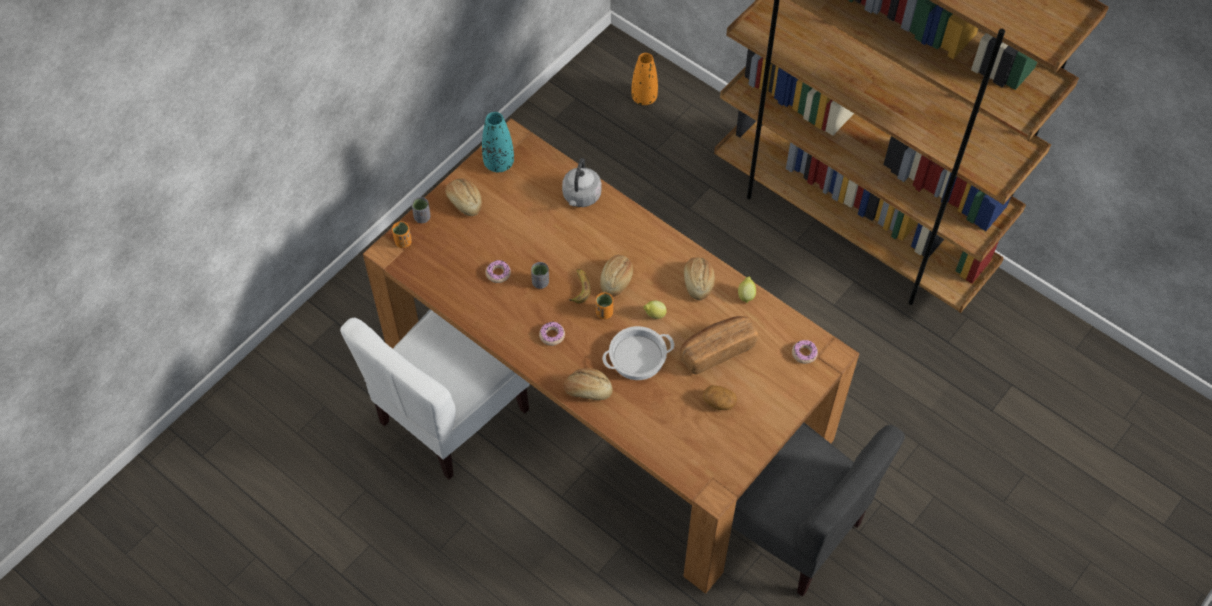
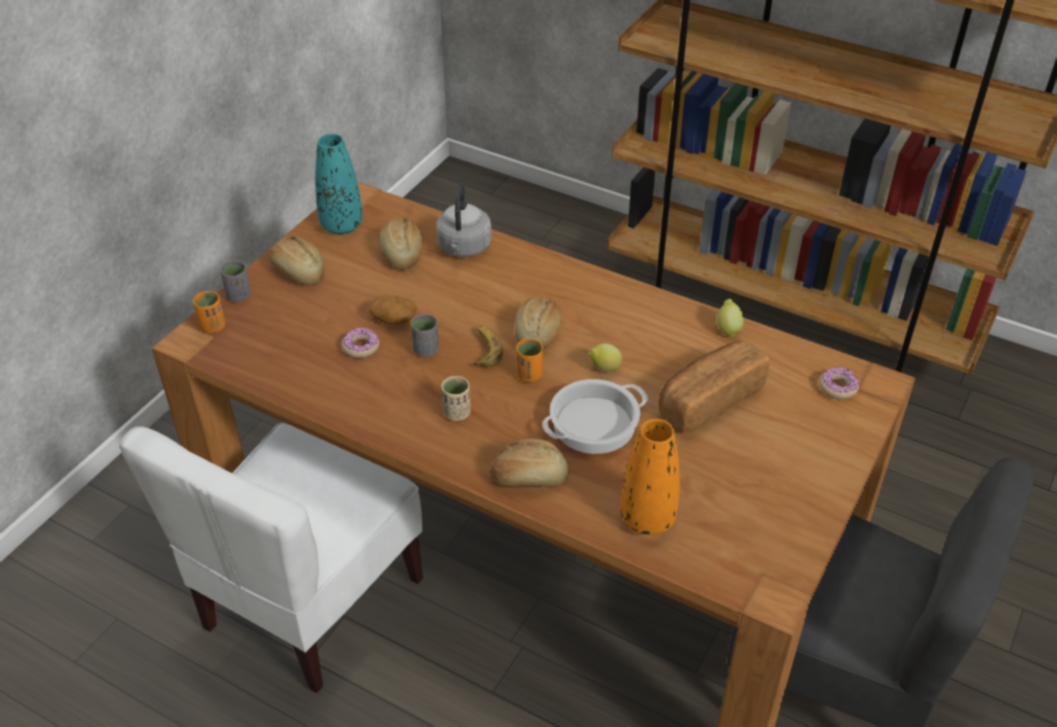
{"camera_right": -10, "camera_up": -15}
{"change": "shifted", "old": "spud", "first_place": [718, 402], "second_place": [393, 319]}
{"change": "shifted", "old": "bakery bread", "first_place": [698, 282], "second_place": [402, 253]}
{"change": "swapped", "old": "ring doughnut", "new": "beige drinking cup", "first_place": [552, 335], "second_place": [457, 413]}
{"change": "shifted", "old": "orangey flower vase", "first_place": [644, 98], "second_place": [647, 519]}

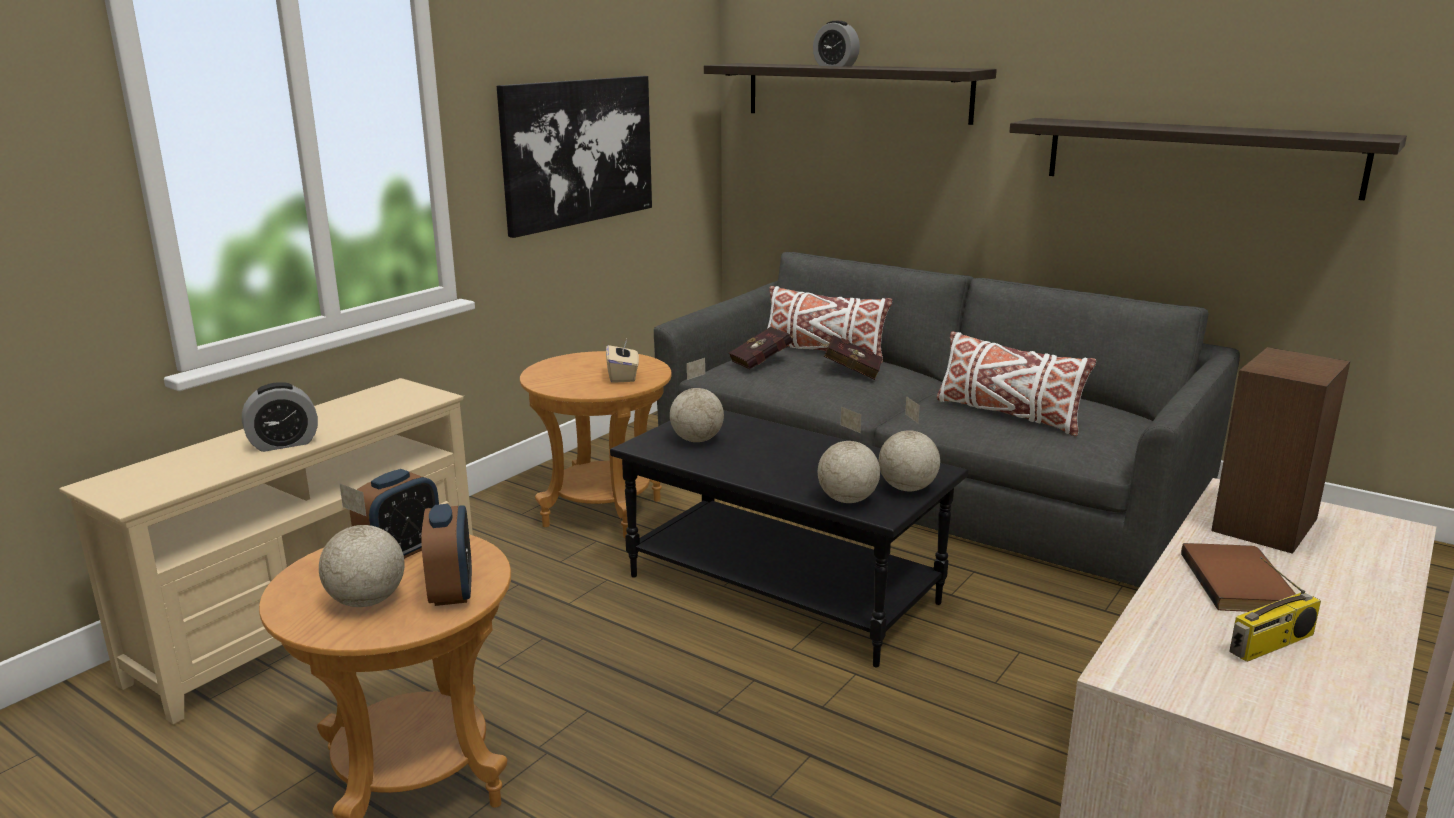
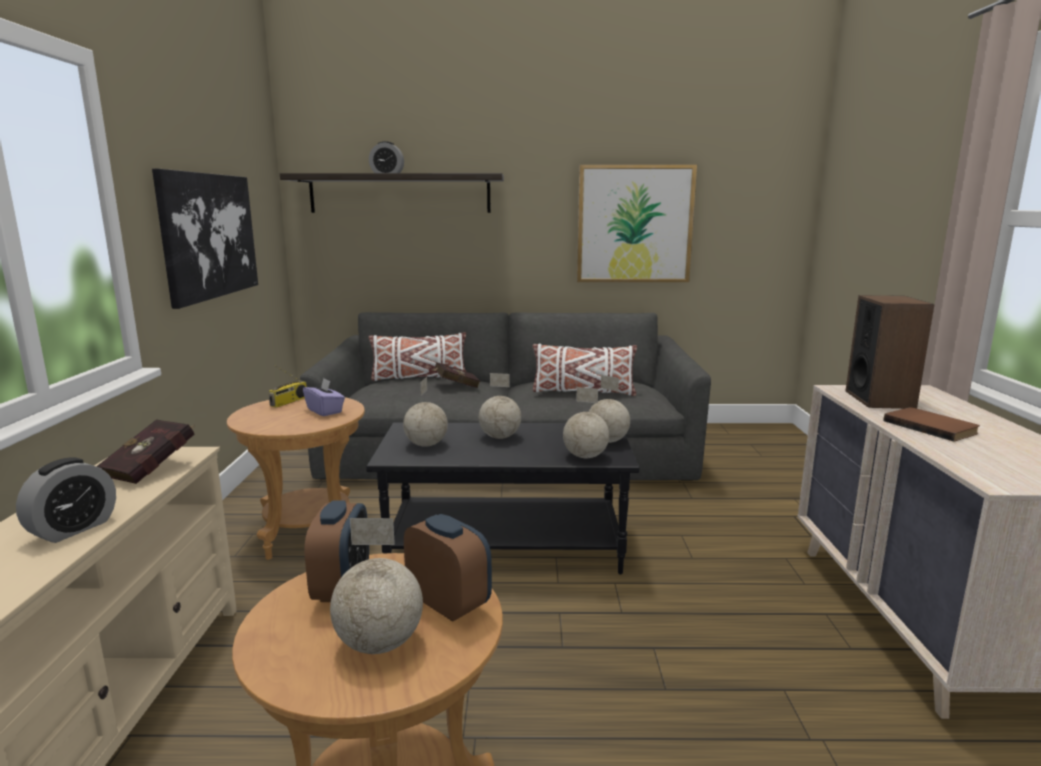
{"camera_right": -35, "camera_up": -5}
{"change": "shifted", "old": "red volume", "first_place": [763, 362], "second_place": [154, 469]}
{"change": "shifted", "old": "radio receiver", "first_place": [1271, 645], "second_place": [289, 402]}
{"change": "repainted", "old": "beige box of tissues", "new": "purplish box of tissues", "first_place": [623, 376], "second_place": [325, 411]}
{"change": "new", "new": "globe", "second_place": [499, 437]}
{"change": "swapped", "old": "shelf", "new": "wall art", "first_place": [1199, 156], "second_place": [634, 224]}

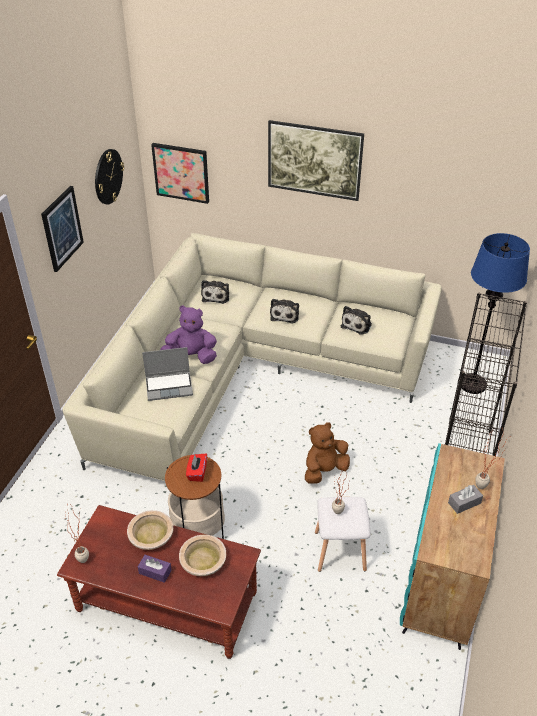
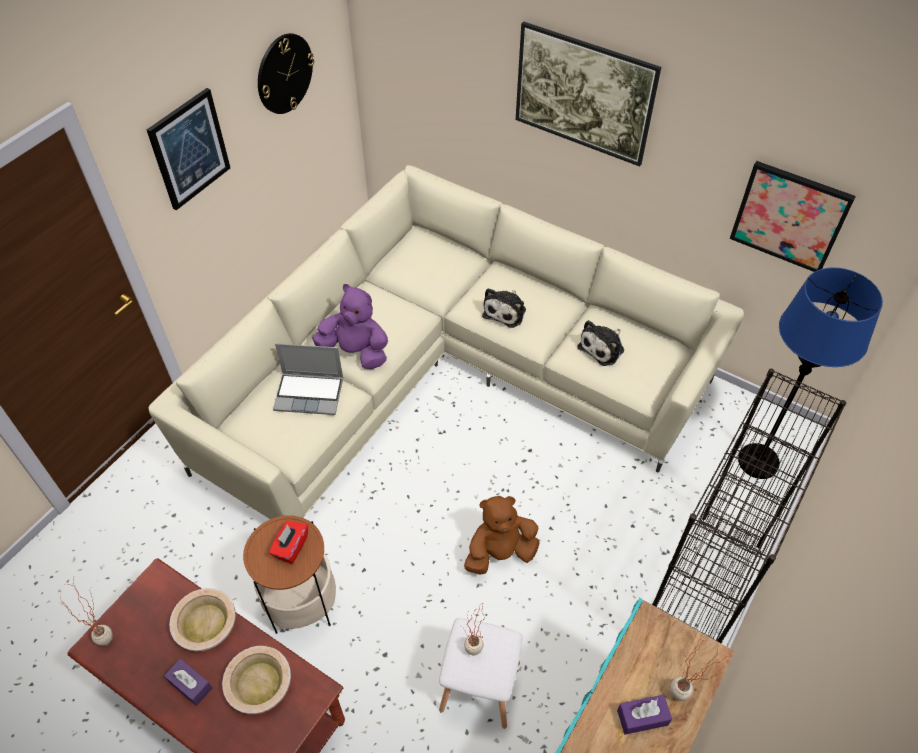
{"camera_right": 15, "camera_up": 10}
{"change": "repainted", "old": "greyish box of tissues", "new": "purplish box of tissues", "first_place": [464, 503], "second_place": [642, 717]}
{"change": "shifted", "old": "wall art", "first_place": [181, 172], "second_place": [789, 216]}
{"change": "gone", "old": "plush toy", "first_place": [216, 296]}

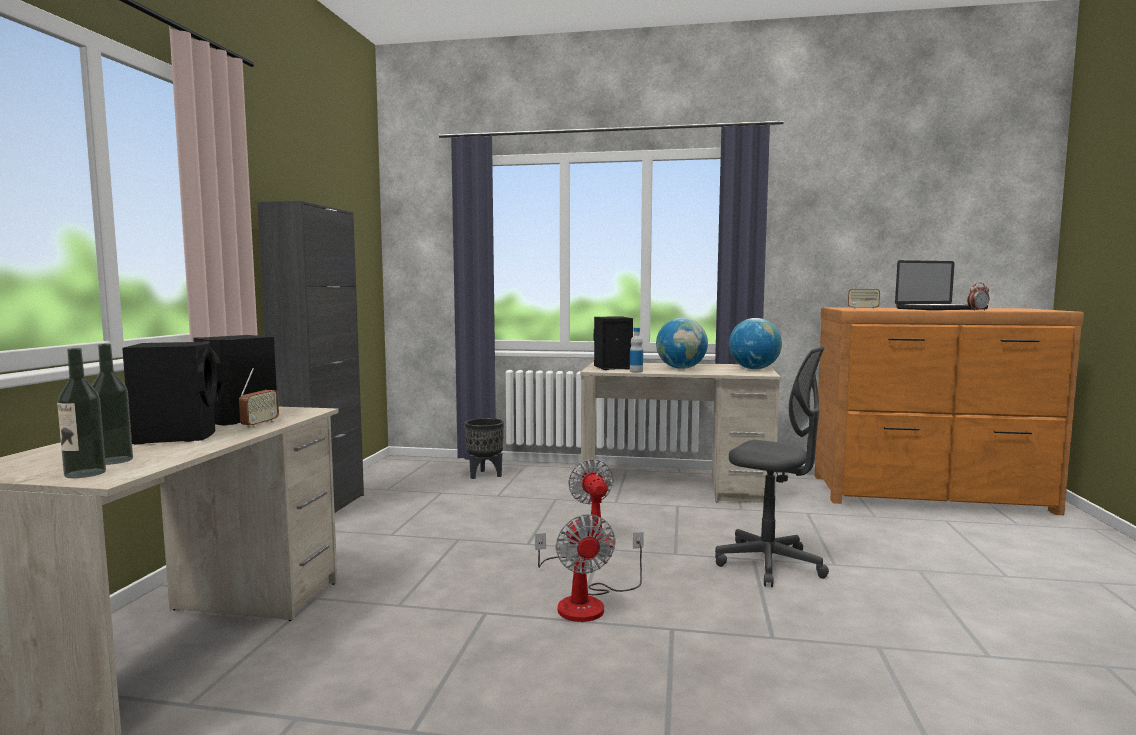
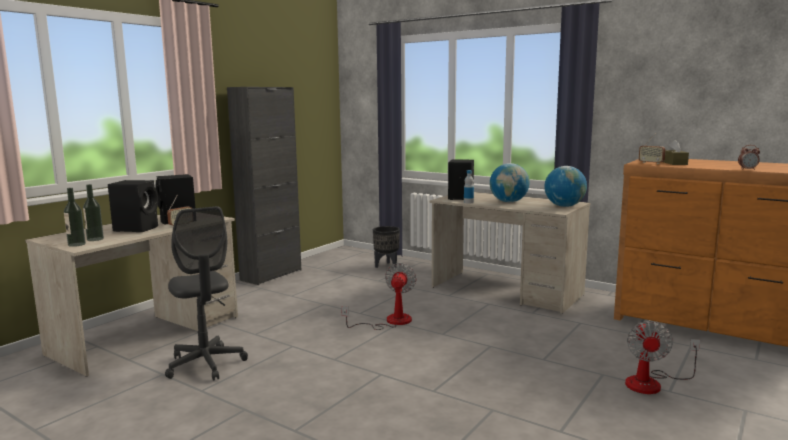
{"camera_right": 25, "camera_up": 5}
{"change": "shifted", "old": "greyish office chair", "first_place": [770, 565], "second_place": [206, 364]}
{"change": "shifted", "old": "electric fan", "first_place": [592, 603], "second_place": [652, 383]}
{"change": "new", "new": "brown-coloured box of tissues", "second_place": [674, 163]}
{"change": "gone", "old": "laptop", "first_place": [940, 309]}

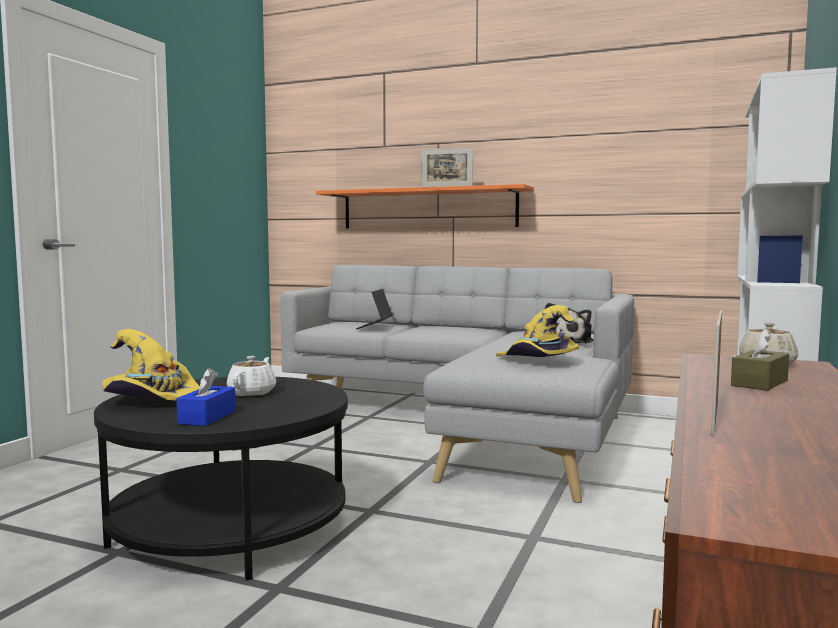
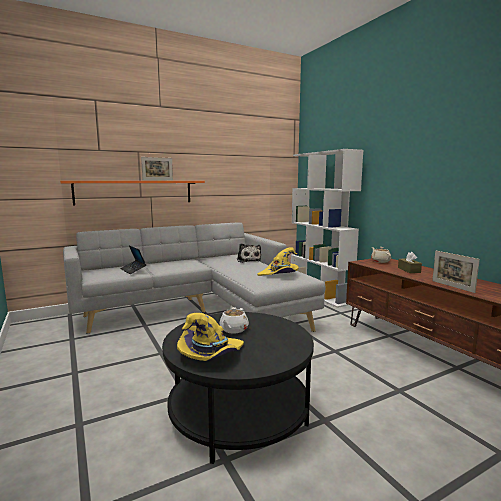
{"camera_right": -50, "camera_up": 5}
{"change": "rotated", "old": "white teapot", "first_place": [252, 393], "second_place": [233, 330], "degrees": -120}
{"change": "gone", "old": "blue box of tissues", "first_place": [207, 417]}

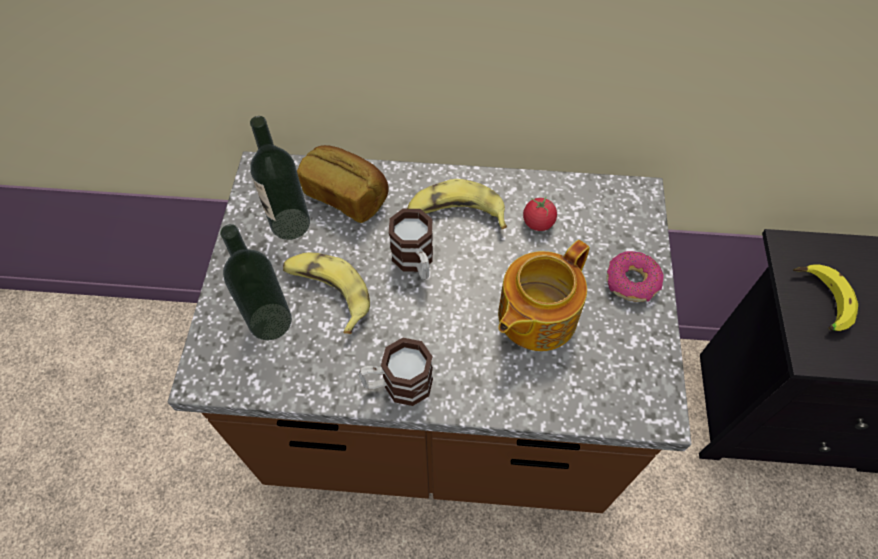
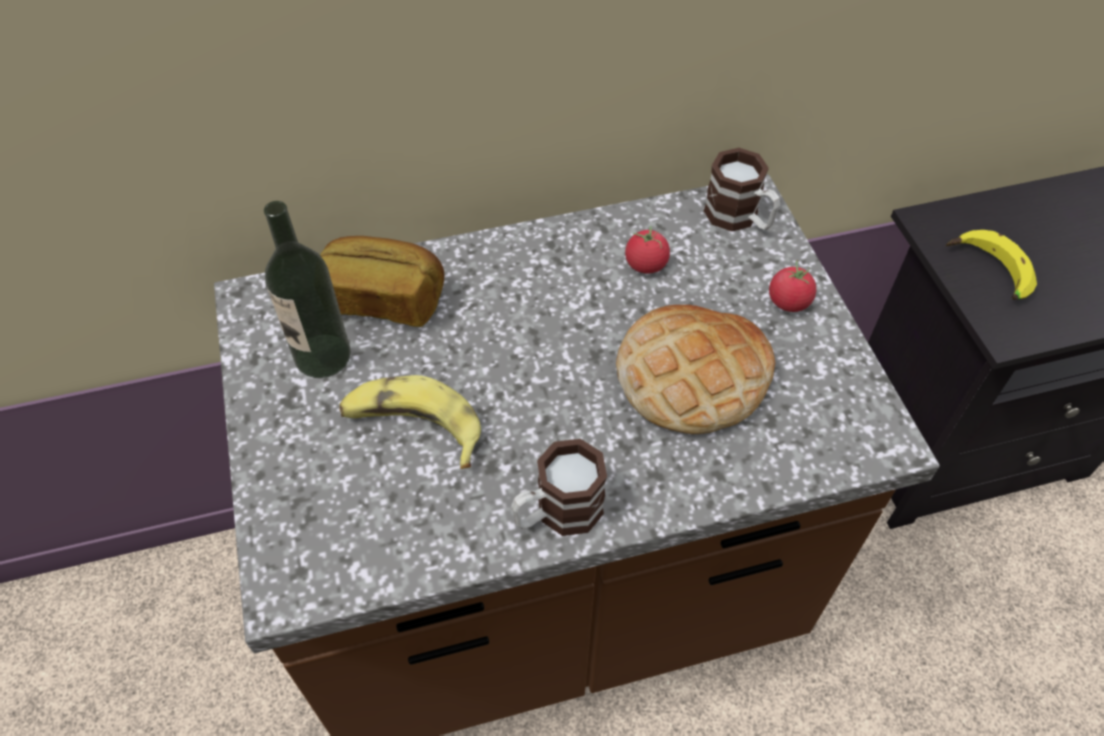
{"camera_right": -20, "camera_up": -5}
{"change": "swapped", "old": "teapot", "new": "bakery bread", "first_place": [535, 316], "second_place": [692, 376]}
{"change": "shifted", "old": "coffee mug", "first_place": [415, 262], "second_place": [739, 218]}
{"change": "swapped", "old": "ring doughnut", "new": "fresh tomato", "first_place": [632, 282], "second_place": [788, 301]}
{"change": "gone", "old": "drink bottle", "first_place": [270, 321]}
{"change": "gone", "old": "banana", "first_place": [455, 213]}

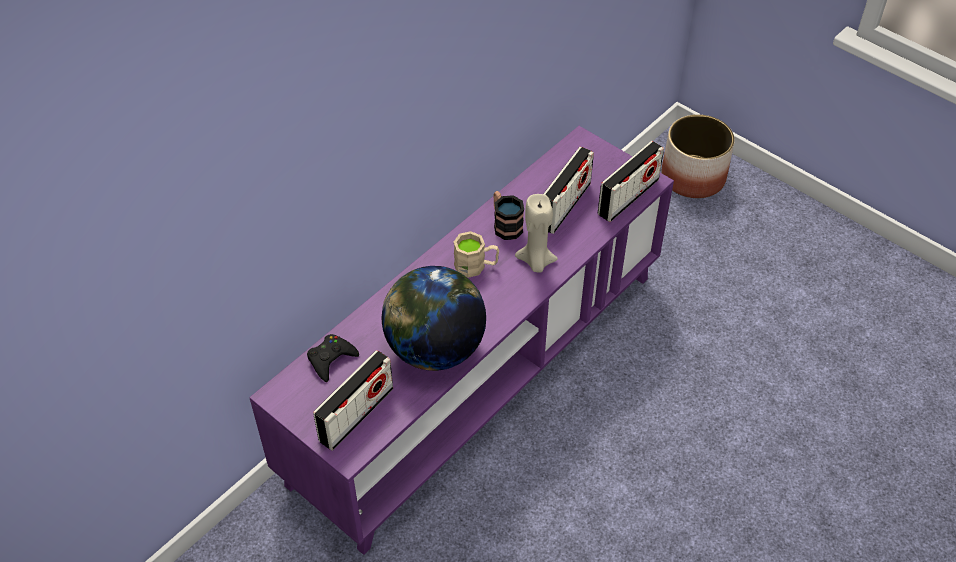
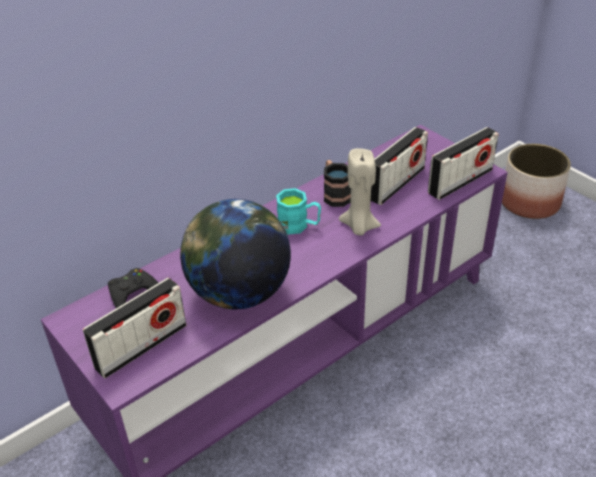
{"camera_right": 10, "camera_up": -10}
{"change": "repainted", "old": "beige coffee mug", "new": "blue-green coffee mug", "first_place": [476, 266], "second_place": [299, 225]}

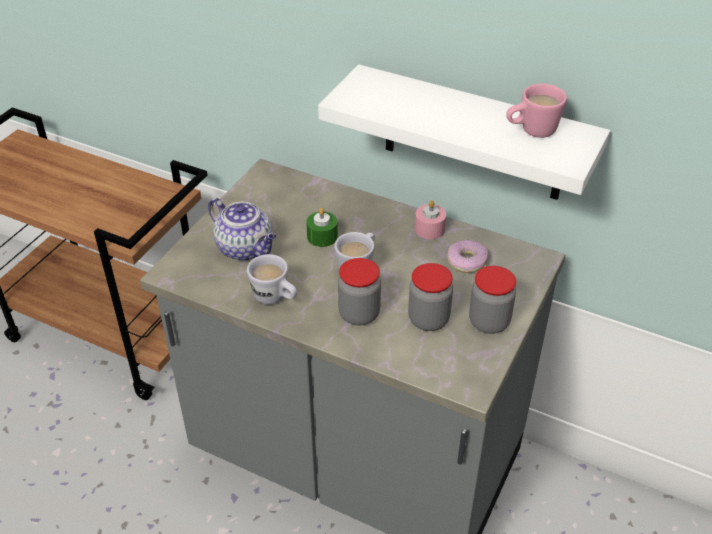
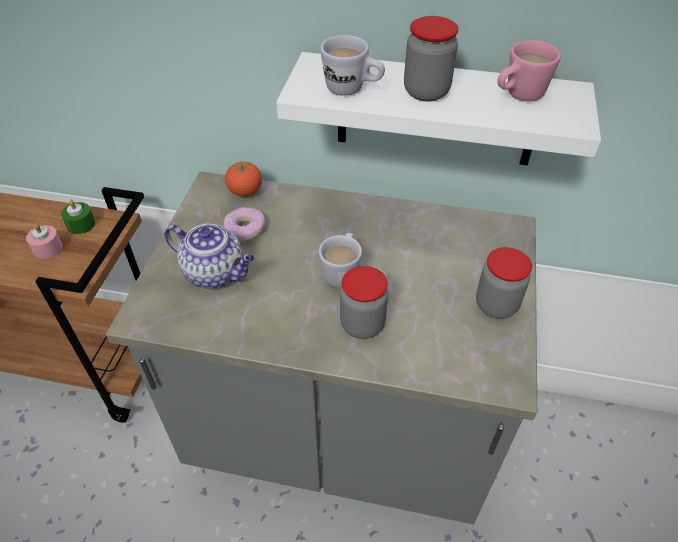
{"camera_right": -15, "camera_up": 5}
{"change": "shifted", "old": "pink candle", "first_place": [429, 229], "second_place": [48, 248]}
{"change": "shifted", "old": "green-coloured candle", "first_place": [322, 236], "second_place": [81, 224]}
{"change": "shifted", "old": "ring doughnut", "first_place": [466, 261], "second_place": [245, 229]}
{"change": "new", "new": "fresh tomato", "second_place": [245, 191]}
{"change": "shifted", "old": "white coffee mug", "first_place": [275, 299], "second_place": [352, 90]}
{"change": "shifted", "old": "preserve jar", "first_place": [428, 319], "second_place": [426, 92]}

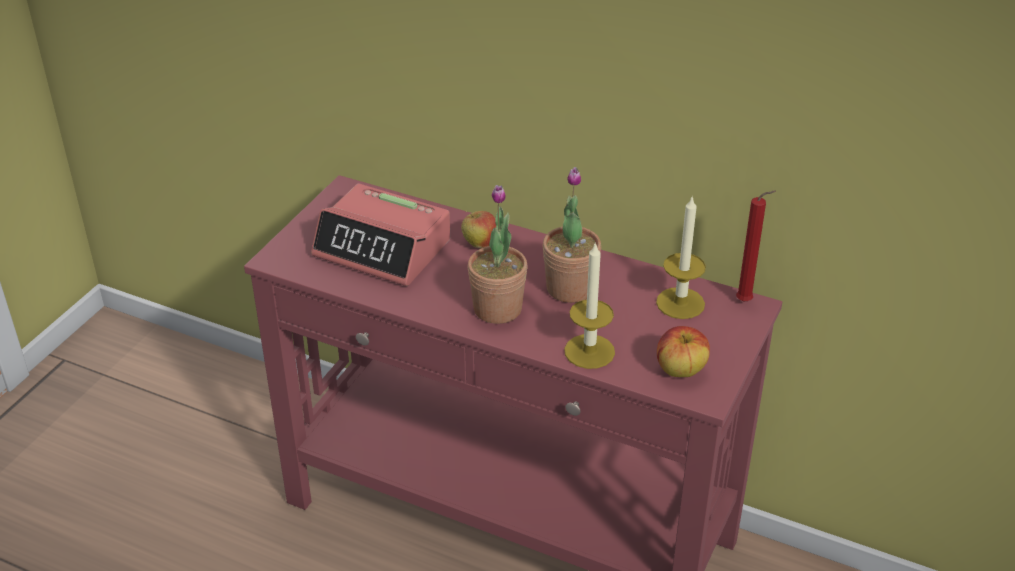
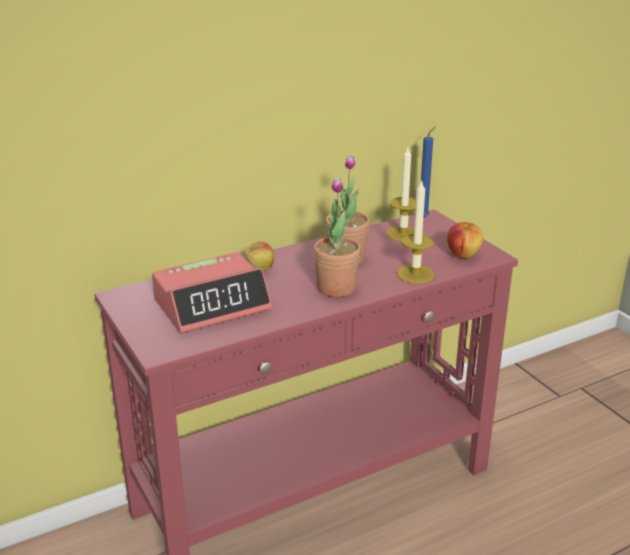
{"camera_right": -55, "camera_up": -10}
{"change": "repainted", "old": "red candle", "new": "blue candle", "first_place": [746, 302], "second_place": [424, 217]}

